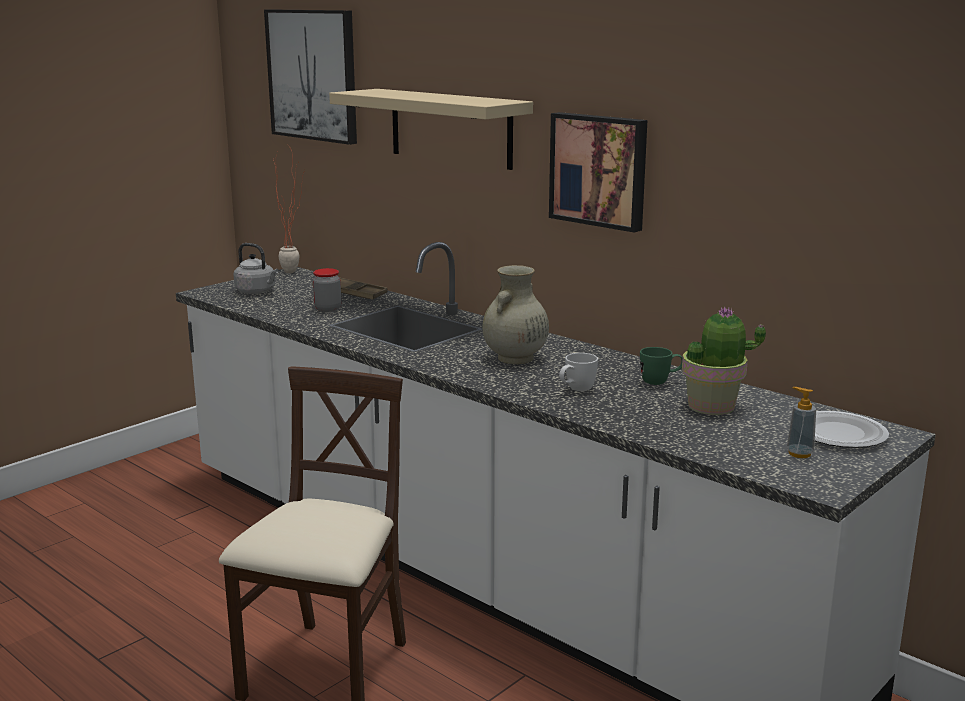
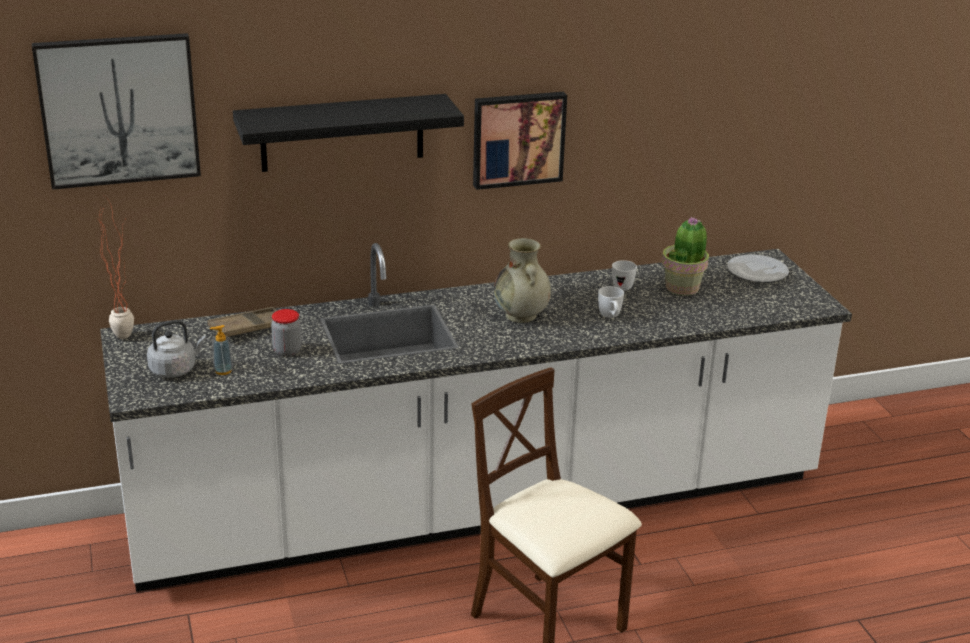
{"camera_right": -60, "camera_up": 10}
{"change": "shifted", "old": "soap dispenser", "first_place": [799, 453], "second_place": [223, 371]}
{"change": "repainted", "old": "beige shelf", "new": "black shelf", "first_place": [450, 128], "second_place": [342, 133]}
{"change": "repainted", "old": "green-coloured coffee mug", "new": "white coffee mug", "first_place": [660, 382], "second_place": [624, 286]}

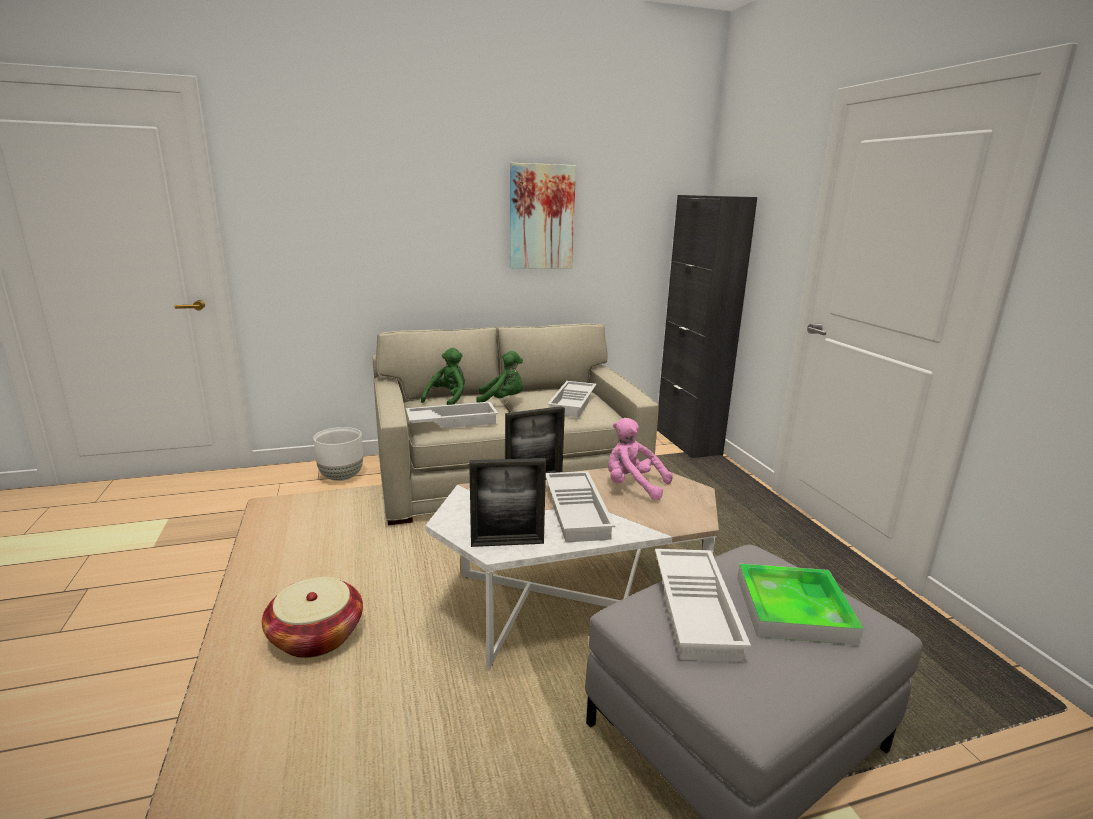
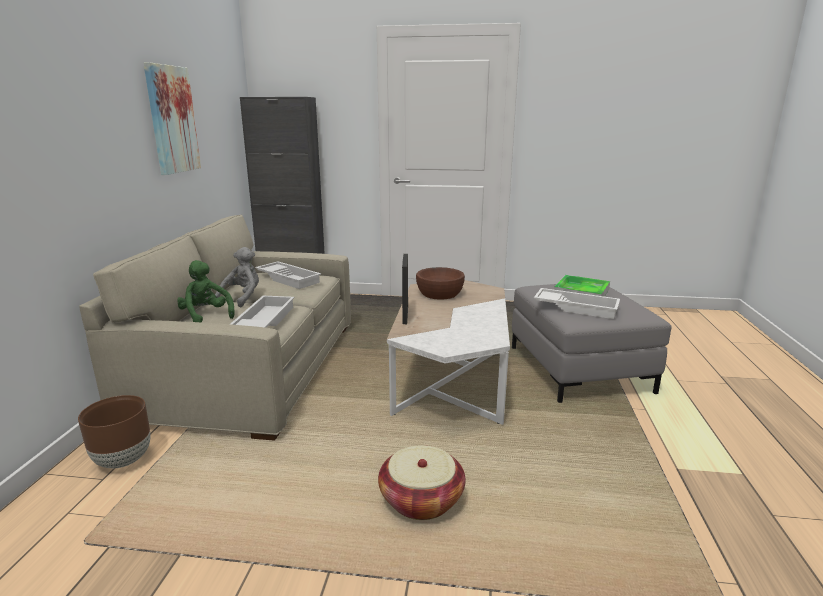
{"camera_right": -65, "camera_up": 0}
{"change": "repainted", "old": "white plant pot", "new": "brown-coloured plant pot", "first_place": [341, 477], "second_place": [122, 460]}
{"change": "repainted", "old": "green-coloured plush toy", "new": "greyish plush toy", "first_place": [502, 400], "second_place": [242, 298]}
{"change": "swapped", "old": "pink plush toy", "new": "brown-coloured bowl", "first_place": [633, 486], "second_place": [439, 293]}
{"change": "gone", "old": "standing frame", "first_place": [507, 543]}
{"change": "gone", "old": "white carrying tray", "first_place": [578, 512]}

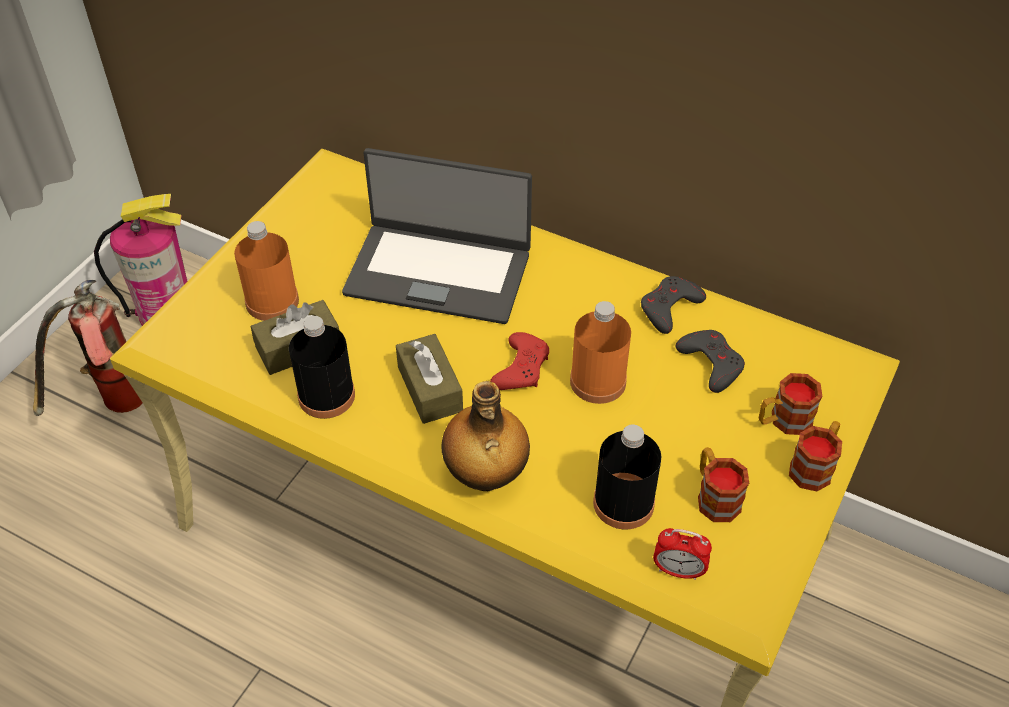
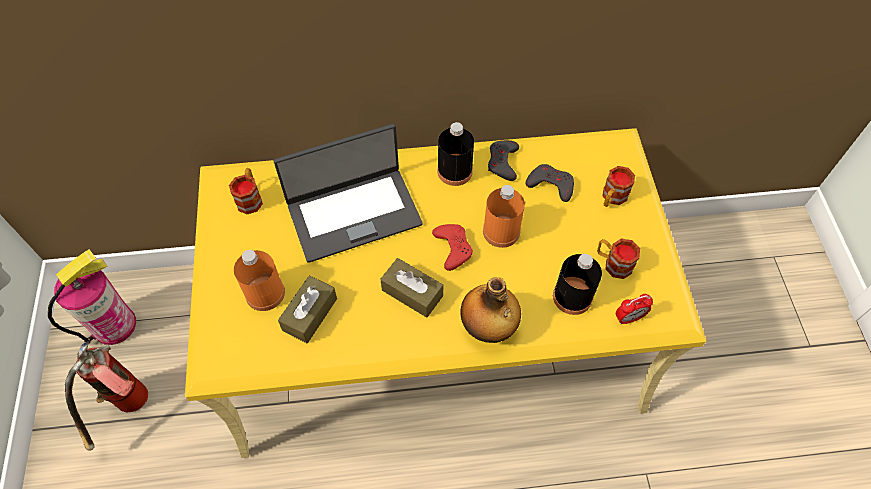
{"camera_right": -35, "camera_up": 10}
{"change": "shifted", "old": "coffee mug", "first_place": [814, 466], "second_place": [250, 198]}
{"change": "shifted", "old": "black drink bottle", "first_place": [326, 396], "second_place": [454, 171]}

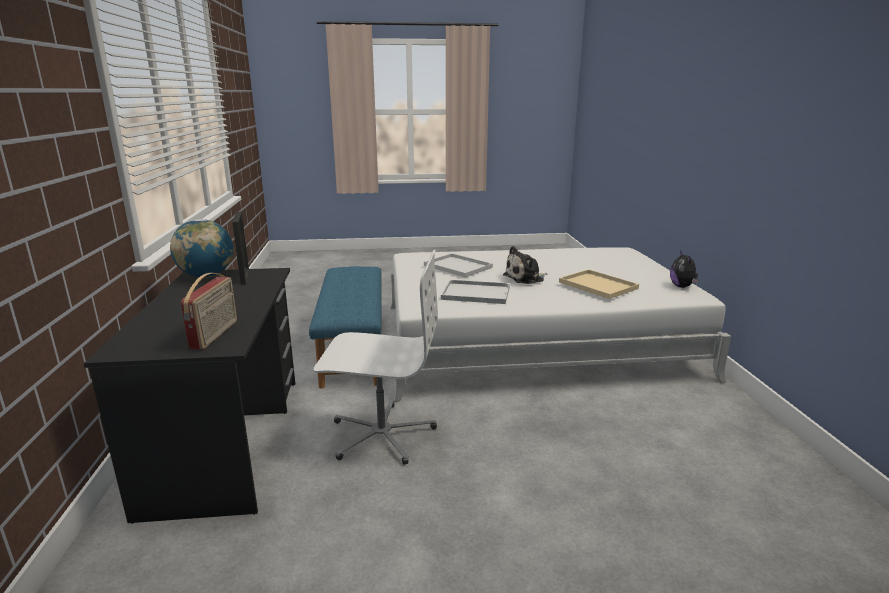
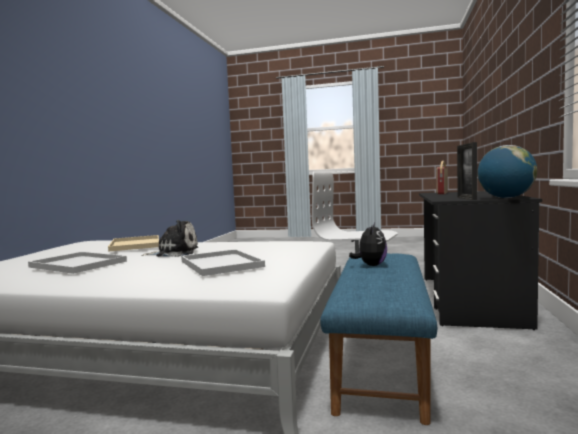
{"camera_right": -160, "camera_up": -15}
{"change": "shifted", "old": "white carrying tray", "first_place": [474, 293], "second_place": [80, 264]}
{"change": "shifted", "old": "plush toy", "first_place": [682, 286], "second_place": [371, 265]}

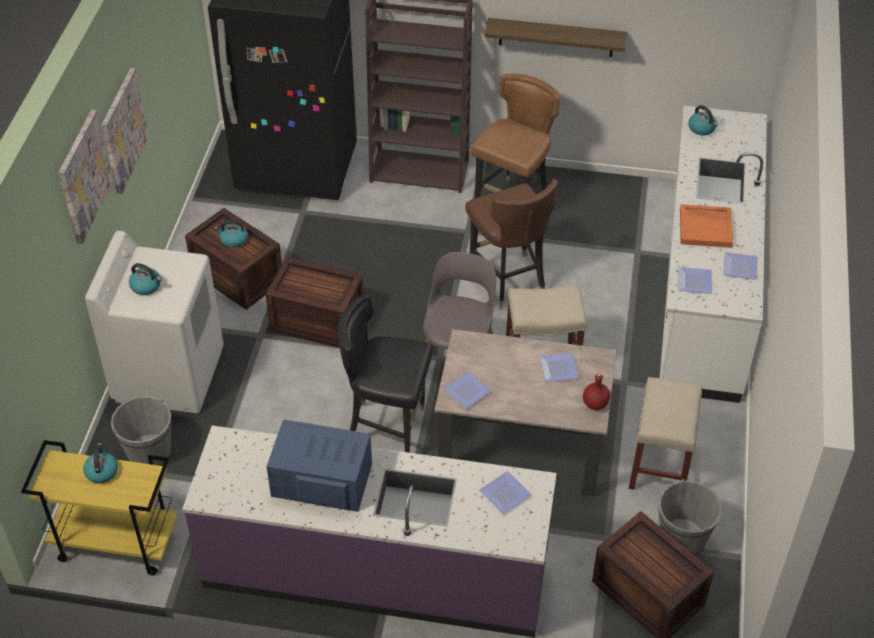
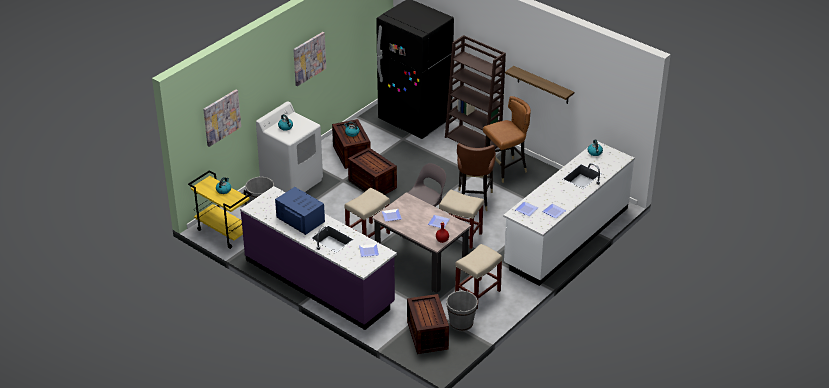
{"camera_right": 30, "camera_up": -10}
{"change": "shifted", "old": "wall art", "first_place": [84, 176], "second_place": [221, 117]}
{"change": "swapped", "old": "black upright chair", "new": "beige stool", "first_place": [388, 429], "second_place": [368, 235]}
{"change": "gone", "old": "orangey carrying tray", "first_place": [706, 228]}

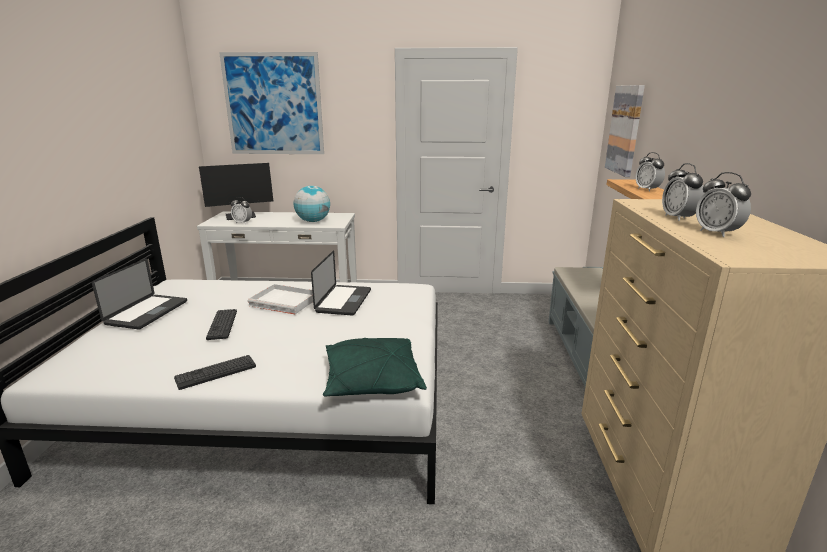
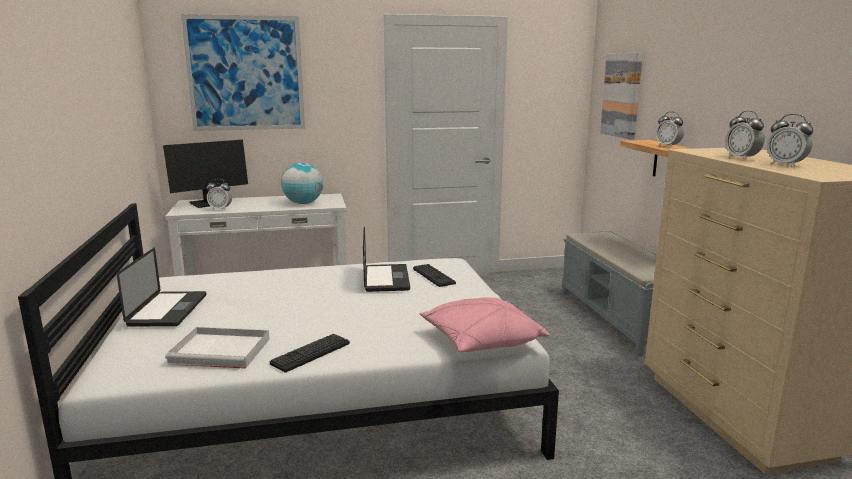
{"camera_right": -15, "camera_up": -5}
{"change": "shifted", "old": "white carrying tray", "first_place": [286, 301], "second_place": [222, 351]}
{"change": "shifted", "old": "keyboard", "first_place": [222, 324], "second_place": [433, 276]}
{"change": "repainted", "old": "green-coloured pillow", "new": "pink pillow", "first_place": [372, 381], "second_place": [480, 341]}

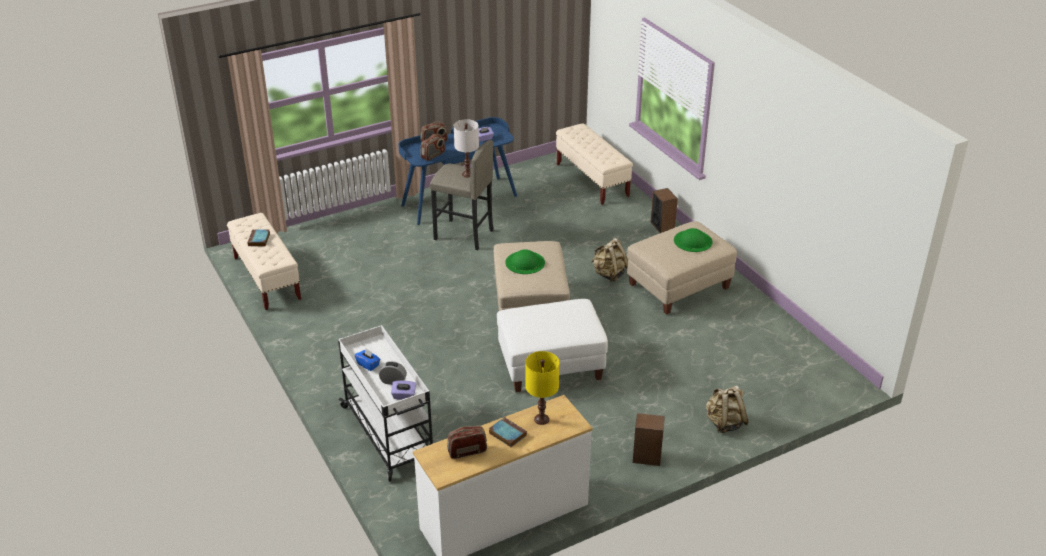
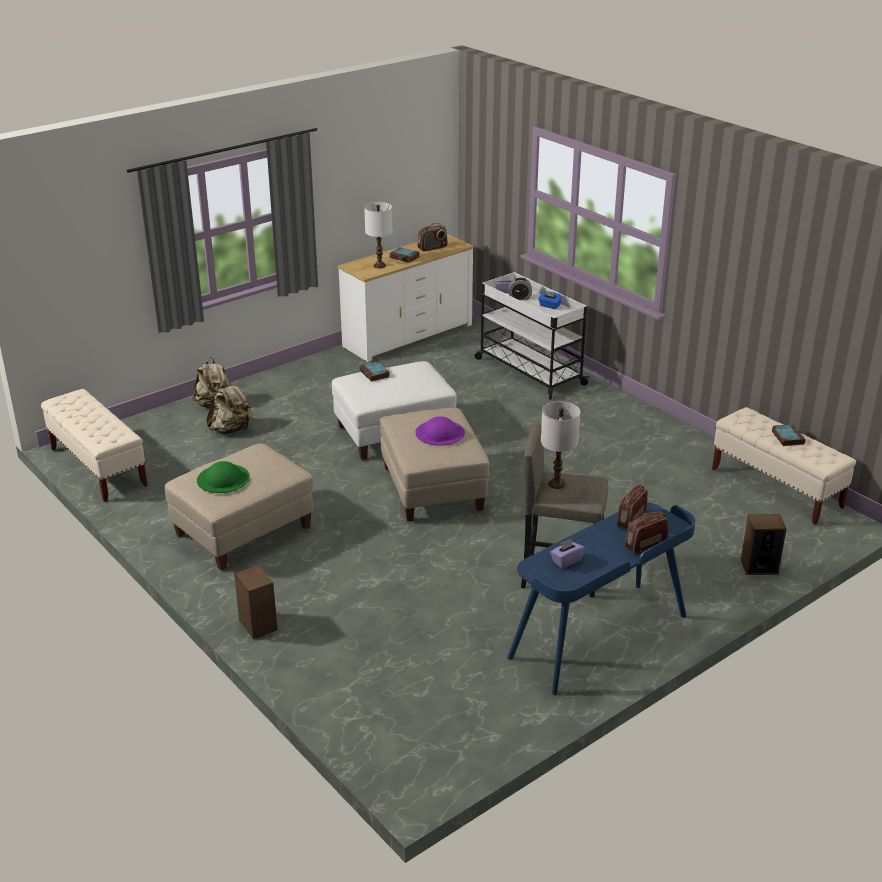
{"camera_right": 170, "camera_up": -5}
{"change": "shifted", "old": "beige long seat", "first_place": [592, 180], "second_place": [98, 467]}
{"change": "shifted", "old": "beige rucksack", "first_place": [609, 274], "second_place": [231, 429]}
{"change": "new", "new": "volume", "second_place": [375, 374]}
{"change": "repainted", "old": "yellow-coloured tabletop lamp", "new": "white tabletop lamp", "first_place": [542, 419], "second_place": [379, 265]}
{"change": "repainted", "old": "green-coloured clothing hat", "new": "purplish clothing hat", "first_place": [525, 262], "second_place": [440, 432]}
{"change": "shifted", "old": "speaker", "first_place": [647, 457], "second_place": [759, 567]}

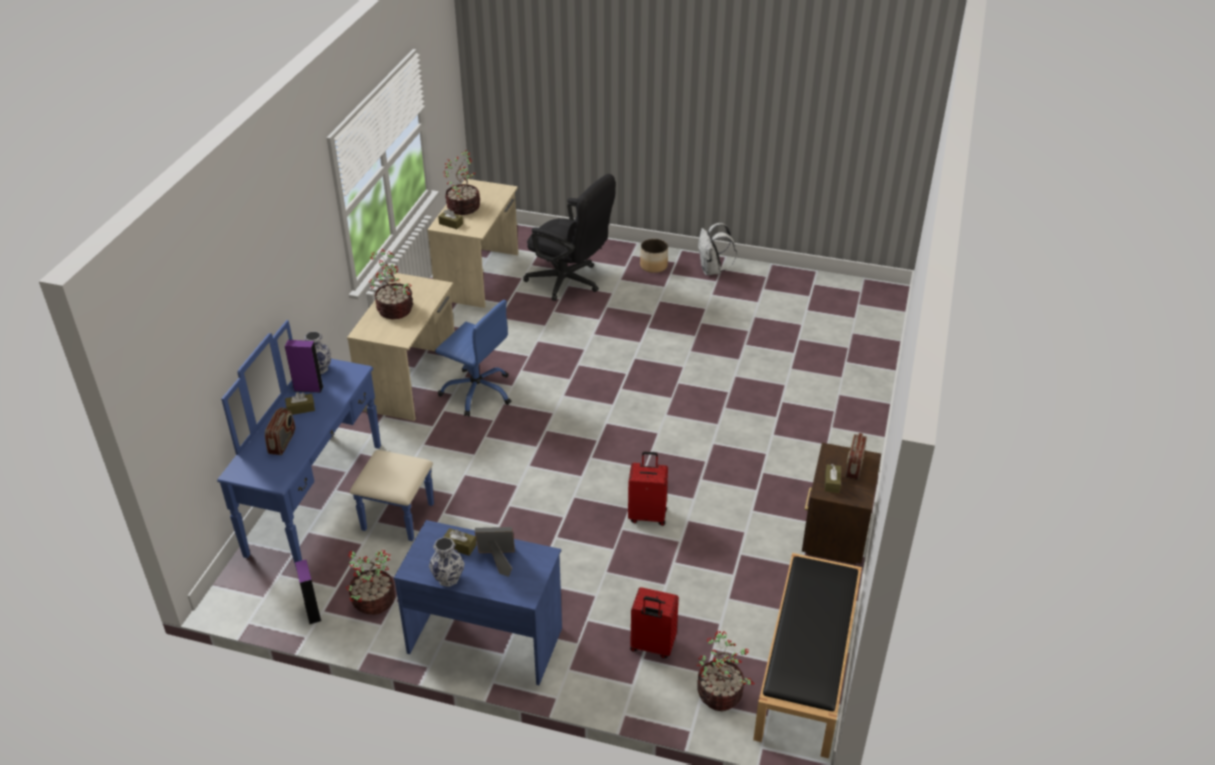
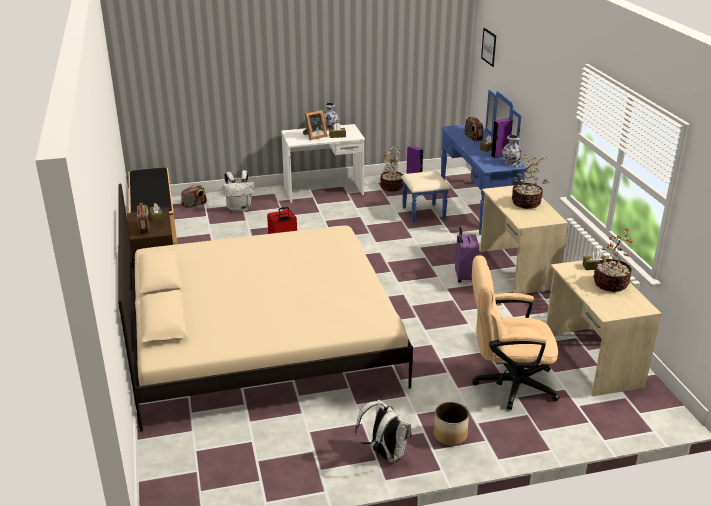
{"camera_right": 150, "camera_up": -10}
{"change": "new", "new": "beige bed", "second_place": [261, 337]}
{"change": "swapped", "old": "plant in a pot", "new": "radio receiver", "first_place": [721, 694], "second_place": [194, 204]}
{"change": "swapped", "old": "red travel case", "new": "white rucksack", "first_place": [652, 646], "second_place": [239, 208]}
{"change": "repainted", "old": "blue desk table", "new": "white desk table", "first_place": [485, 639], "second_place": [324, 191]}
{"change": "swapped", "old": "blue office chair", "new": "purplish travel case", "first_place": [477, 392], "second_place": [464, 277]}
{"change": "repainted", "old": "black office chair", "new": "beige office chair", "first_place": [570, 282], "second_place": [507, 384]}
{"change": "new", "new": "wall art", "second_place": [489, 47]}

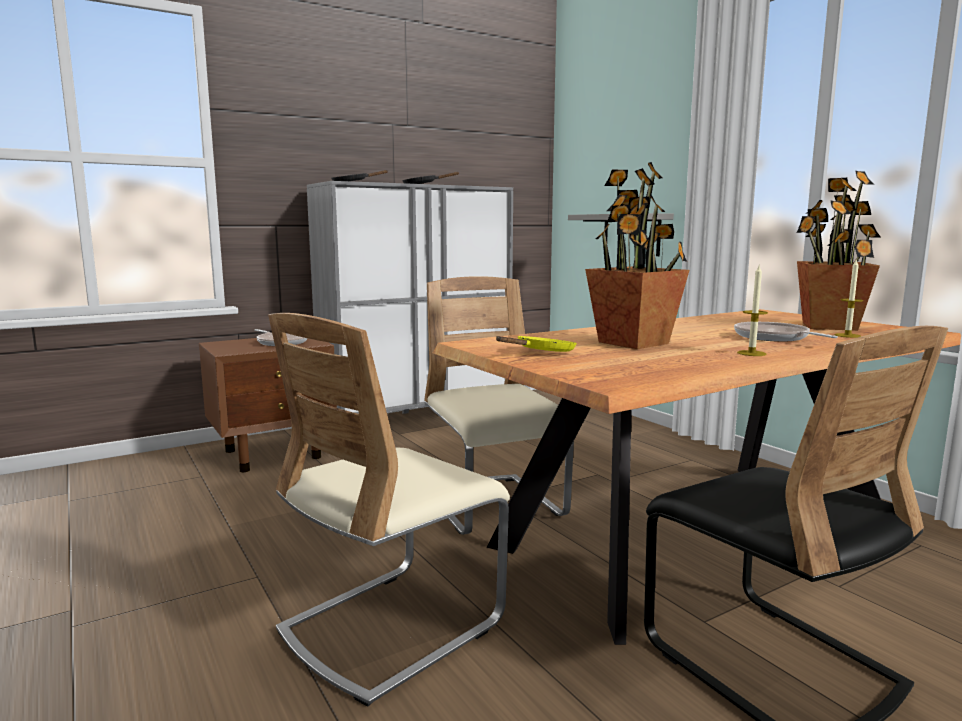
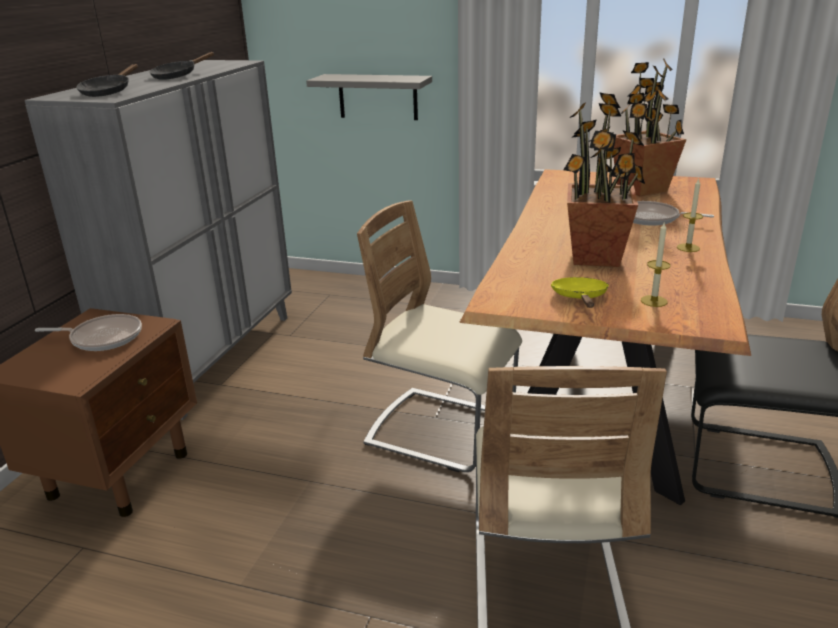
{"camera_right": -40, "camera_up": 15}
{"change": "shifted", "old": "candle", "first_place": [847, 335], "second_place": [654, 301]}

